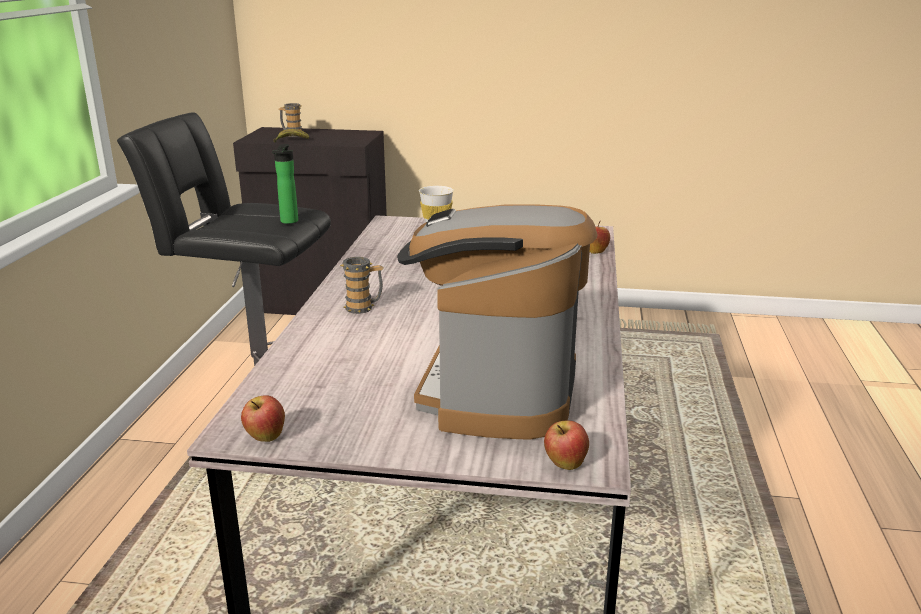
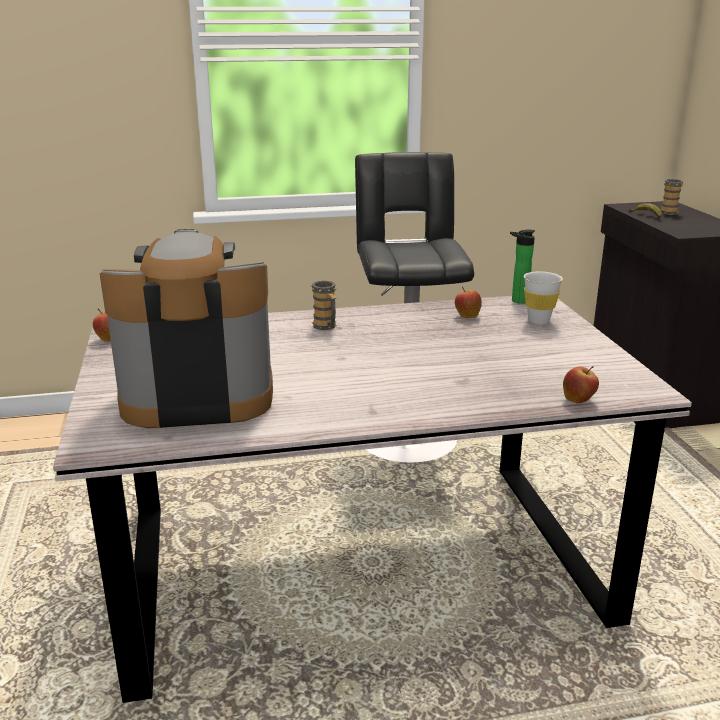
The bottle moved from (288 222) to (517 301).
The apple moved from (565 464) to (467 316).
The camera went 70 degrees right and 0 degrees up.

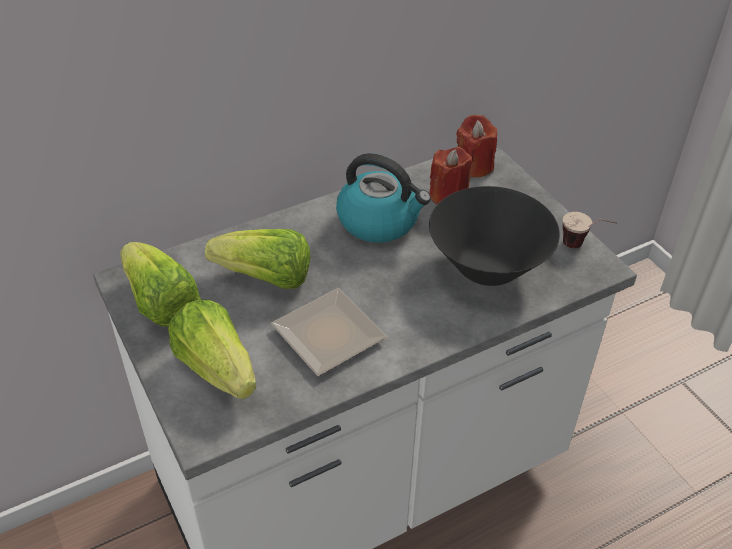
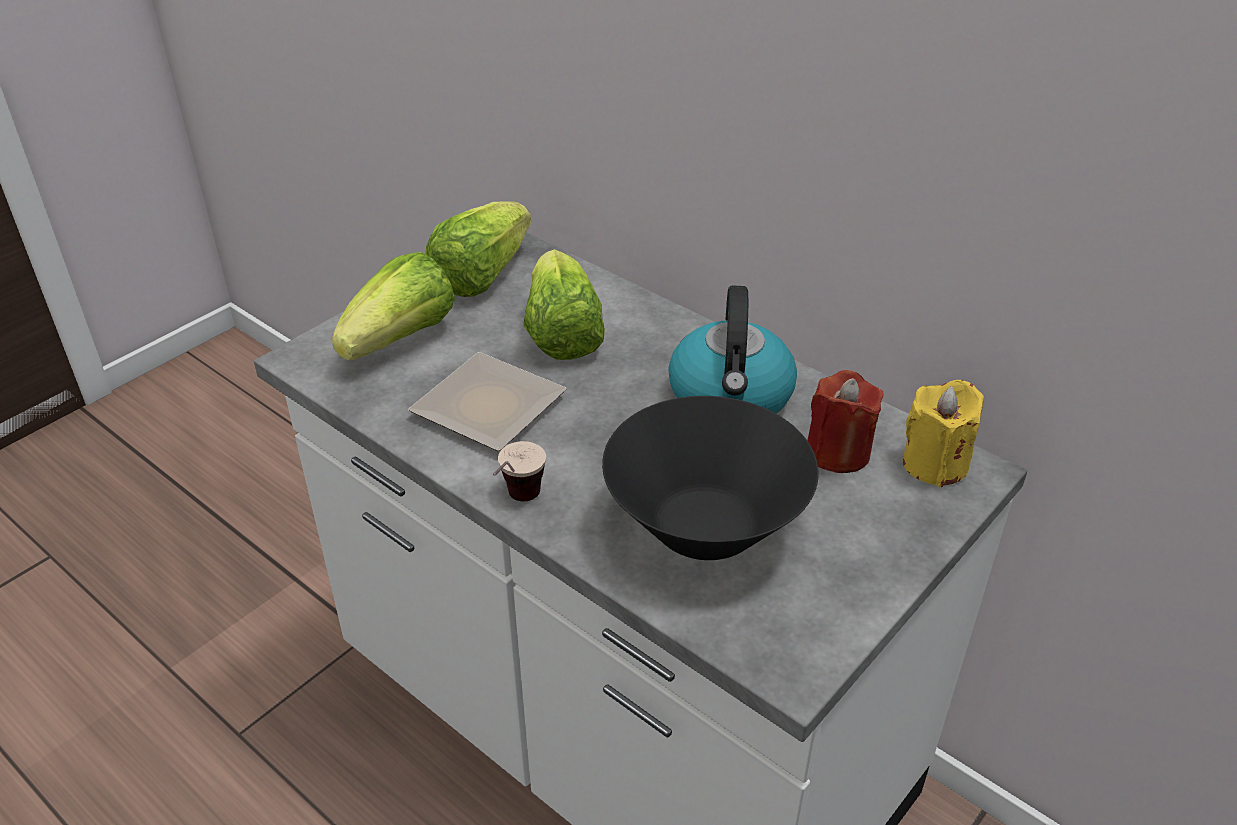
The cup moved from (582 247) to (517 504).
The red candle at (474 166) became the yellow candle at (935 464).
The camera went 70 degrees right and 5 degrees down.

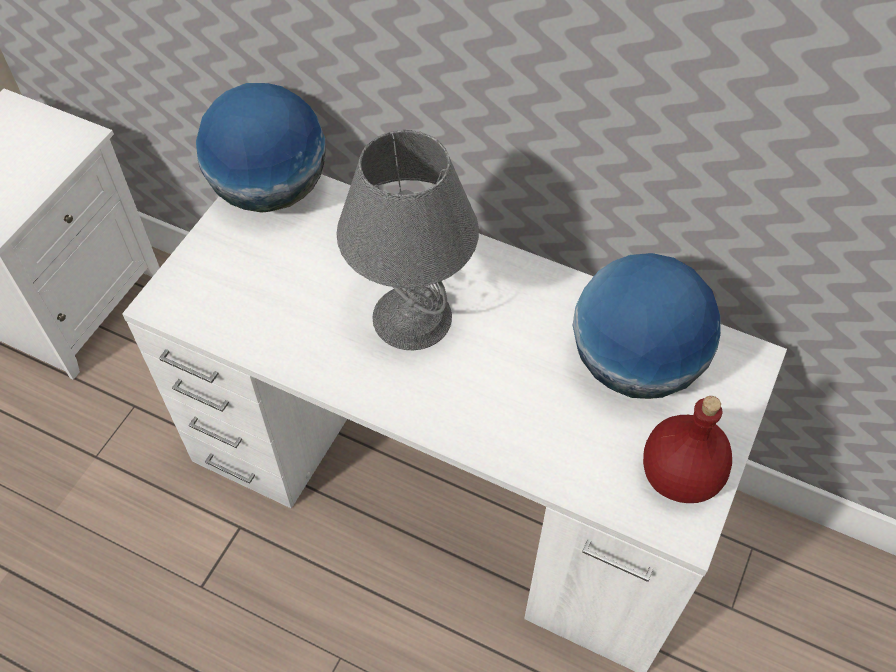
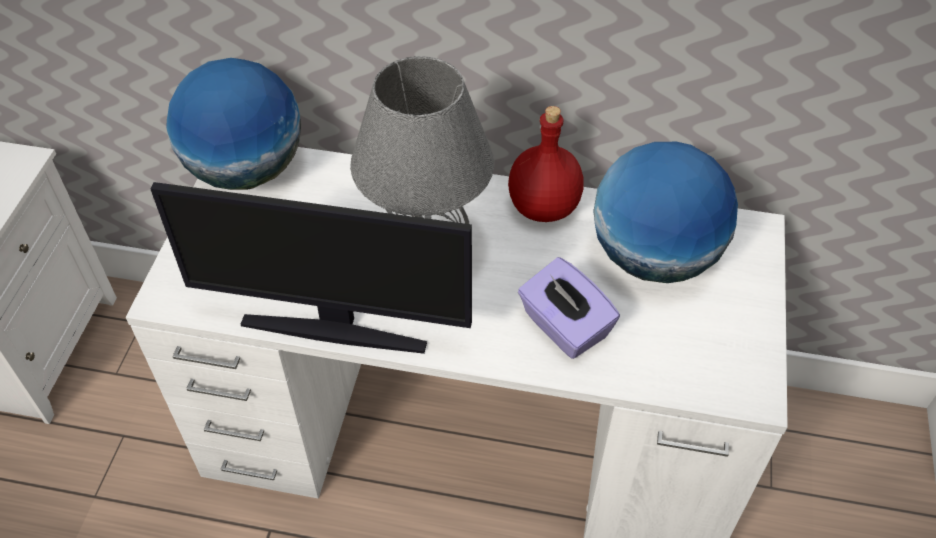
The monitor at (335 329) appeared.
The purple tissue box at (564 327) appeared.
The red bottle moved from (680 477) to (545 208).
The camera went 15 degrees left and 5 degrees down.

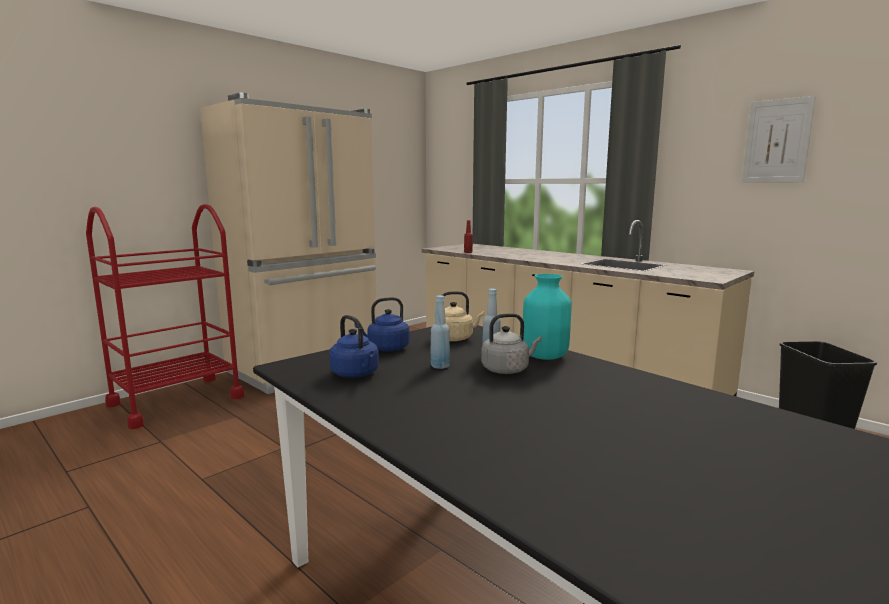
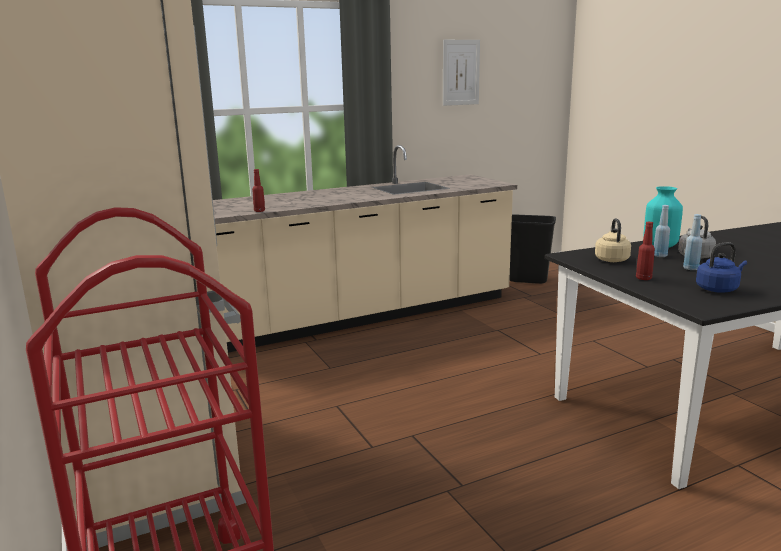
The blue kettle at (386 348) was replaced by the red bottle at (643 278).
The camera went 70 degrees left and 5 degrees up.

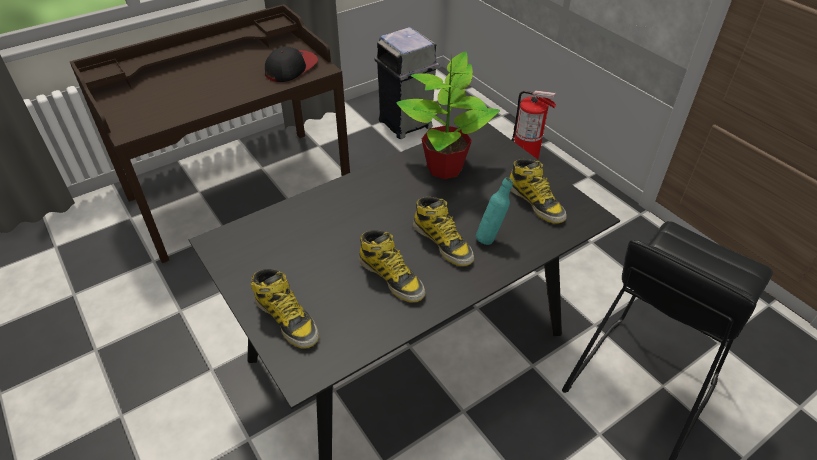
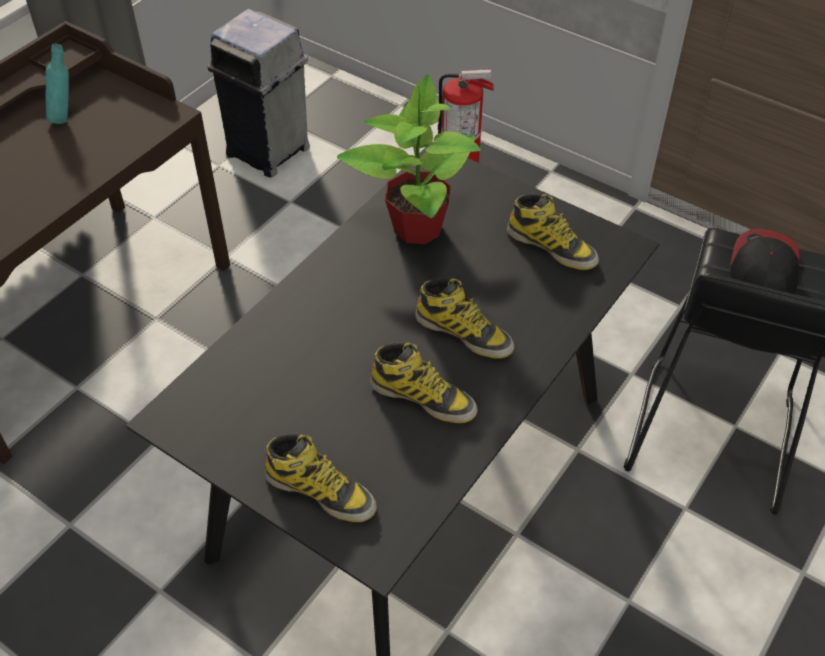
The cap moved from (291 68) to (762 270).
The turquoise bottle moved from (490 238) to (65 117).
The camera went 20 degrees left and 5 degrees up.

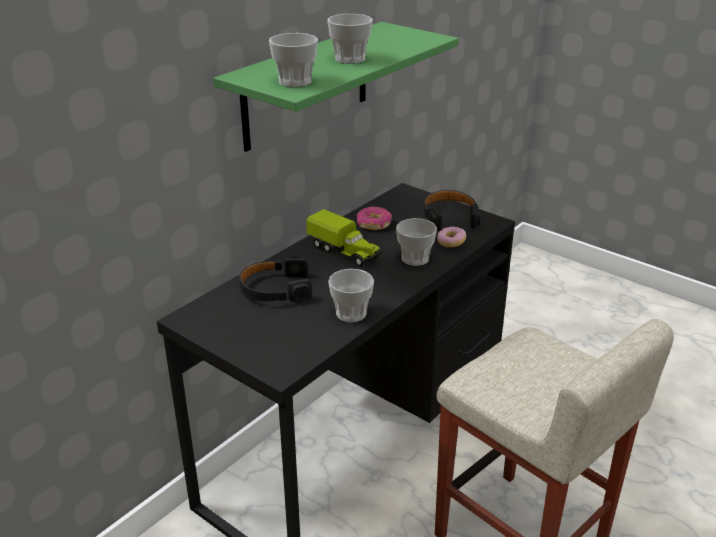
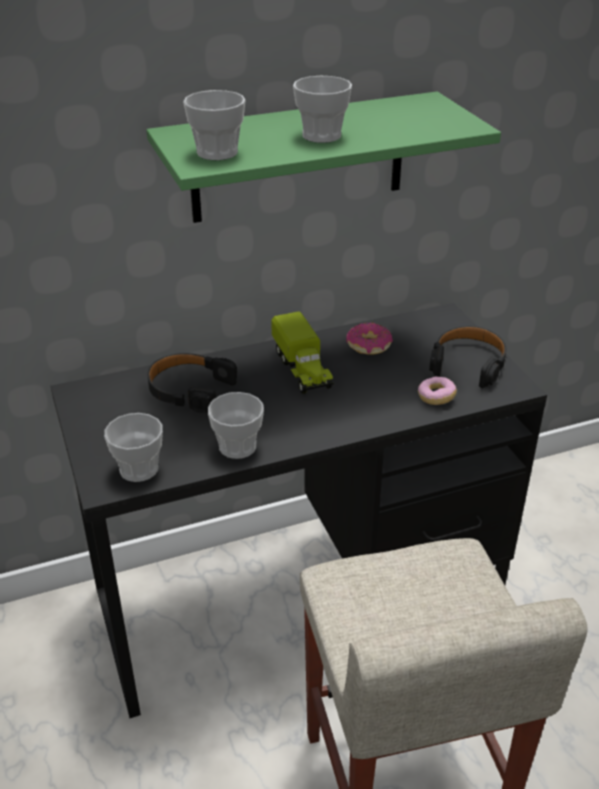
The cup moved from (415 259) to (139 469).
The camera went 30 degrees right and 5 degrees up.

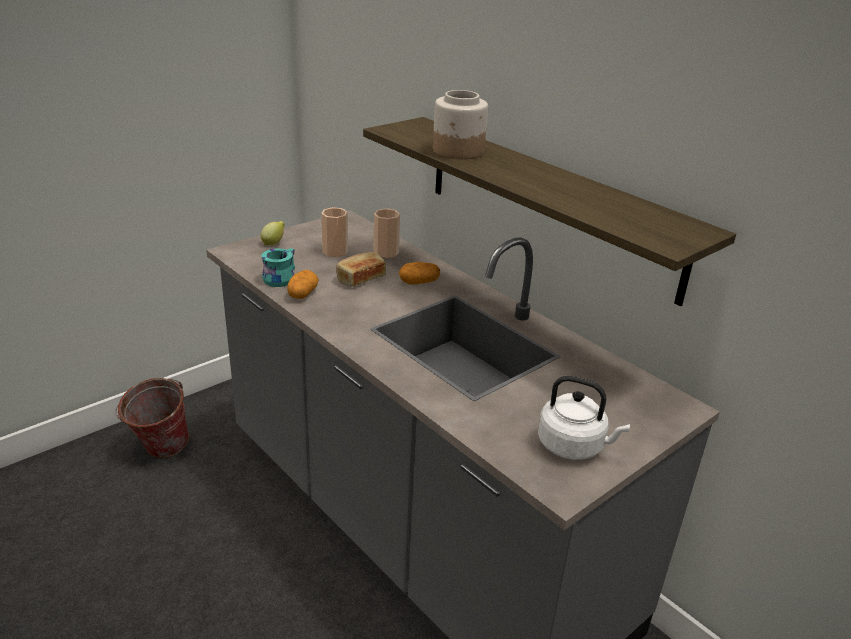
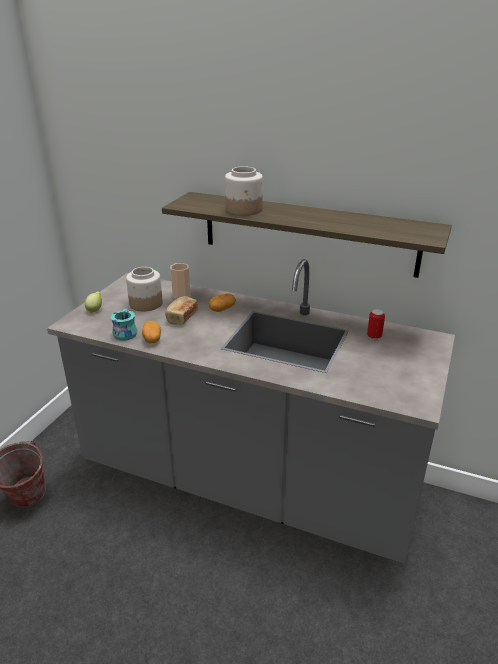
The white kettle at (574 446) disappeared.
The can at (374 336) appeared.
The cup at (335 251) was replaced by the jar at (145 304).
The camera went 25 degrees left and 0 degrees up.

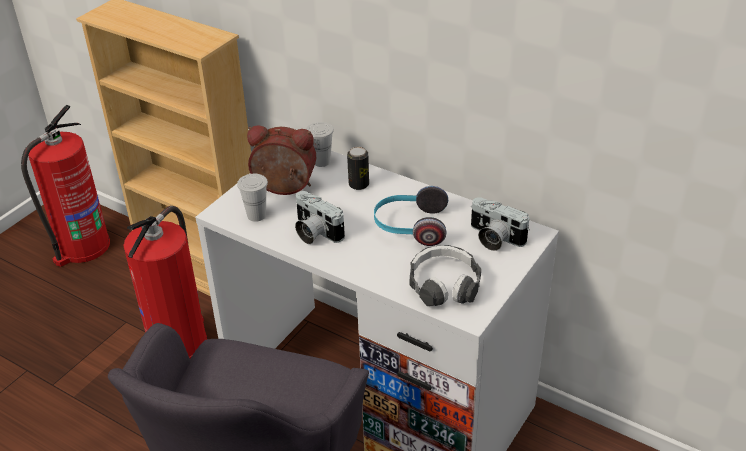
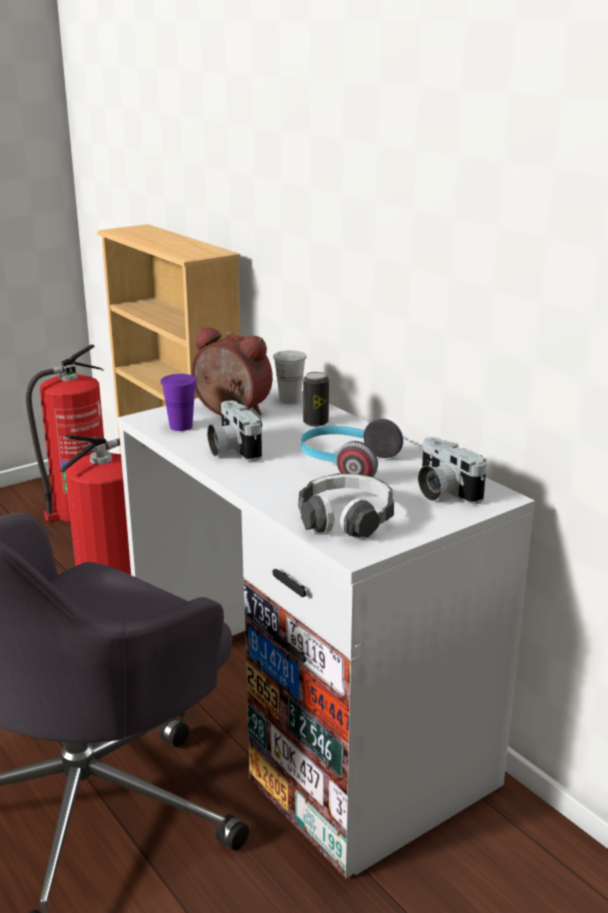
The white cup at (256 215) became the purple cup at (181 426).
The camera went 20 degrees right and 15 degrees down.

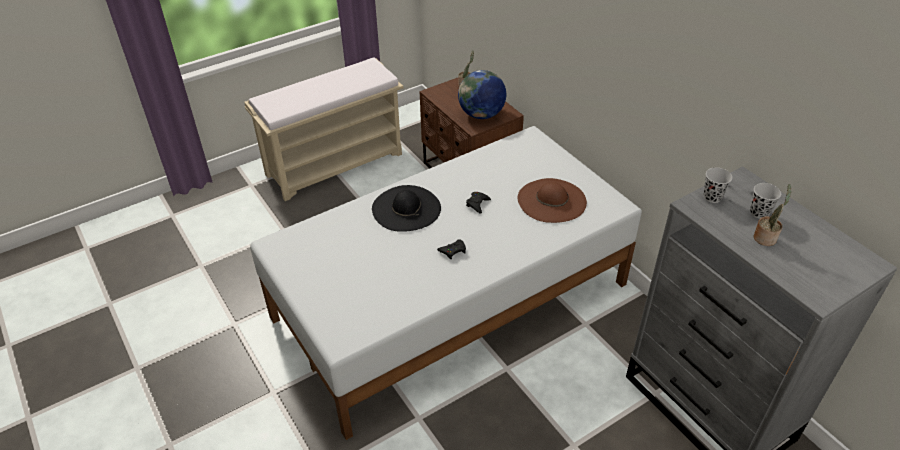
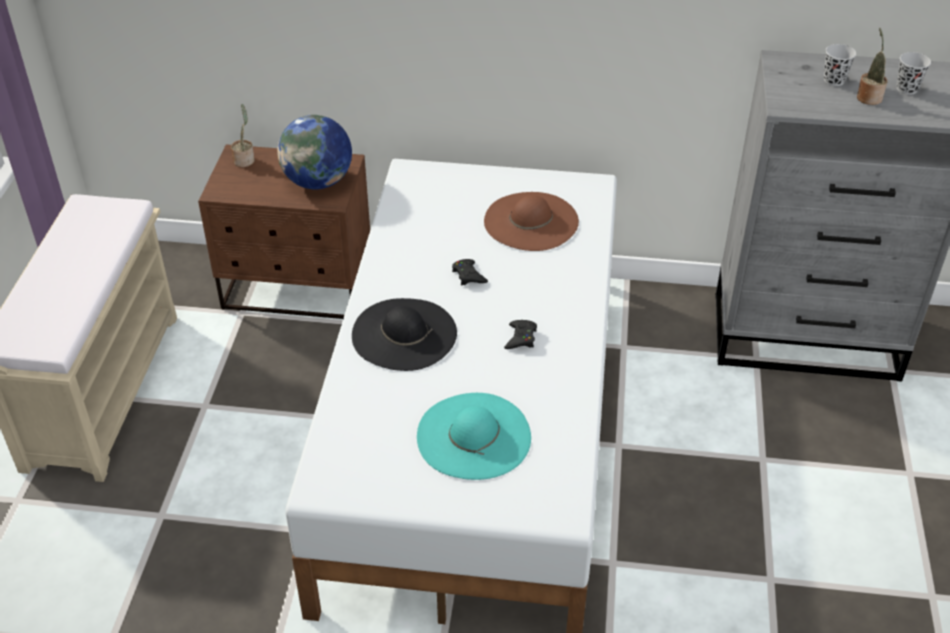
The turquoise hat at (473 436) appeared.
The black cup moved from (712 197) to (907 89).
The camera went 50 degrees left and 0 degrees up.

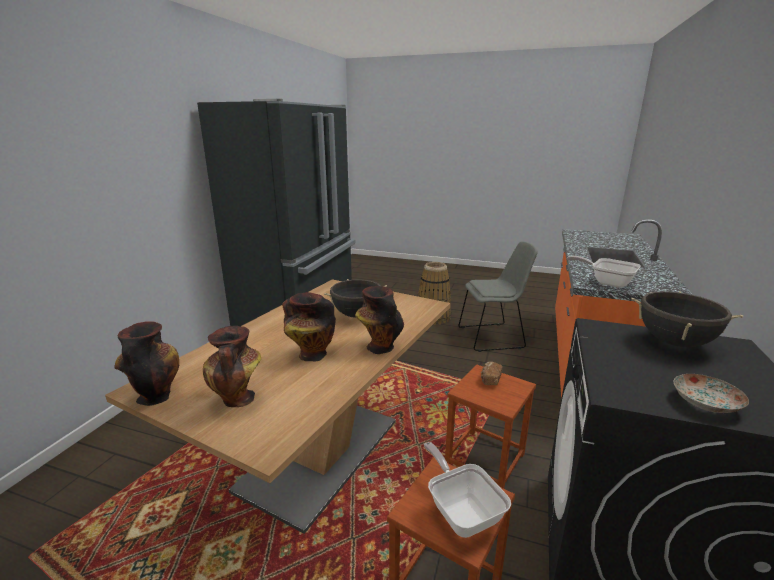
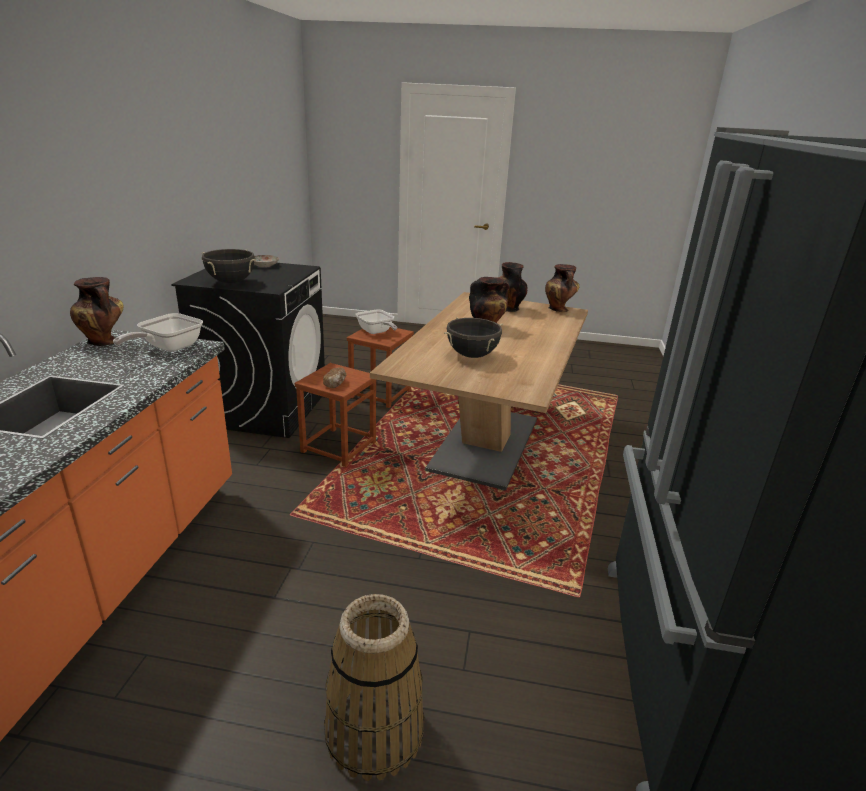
The grey chair at (493 337) disappeared.
The vase moved from (379 346) to (104 342).
The frying pan at (607 282) turned 90 degrees clockwise.
The camera went 170 degrees right and 5 degrees up.

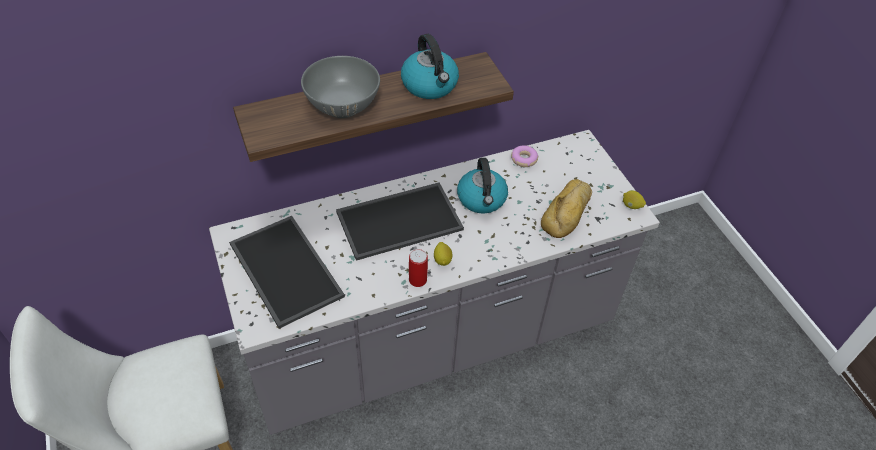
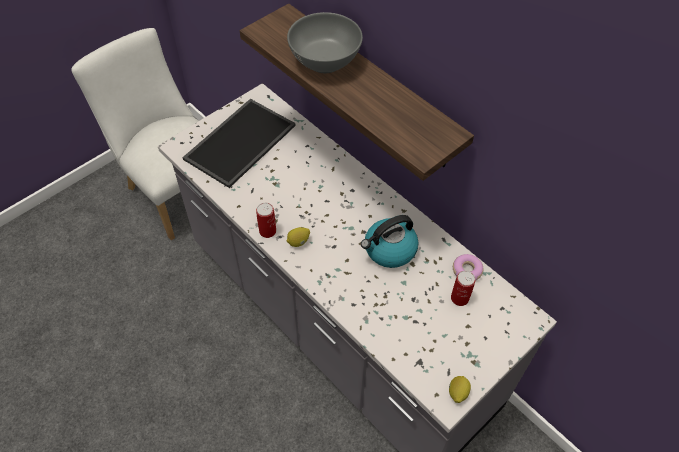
The tray at (400 219) disappeared.
The kettle at (430 85) disappeared.
The bread at (568 213) disappeared.
The can at (459 298) appeared.
The camera went 70 degrees right and 5 degrees up.

